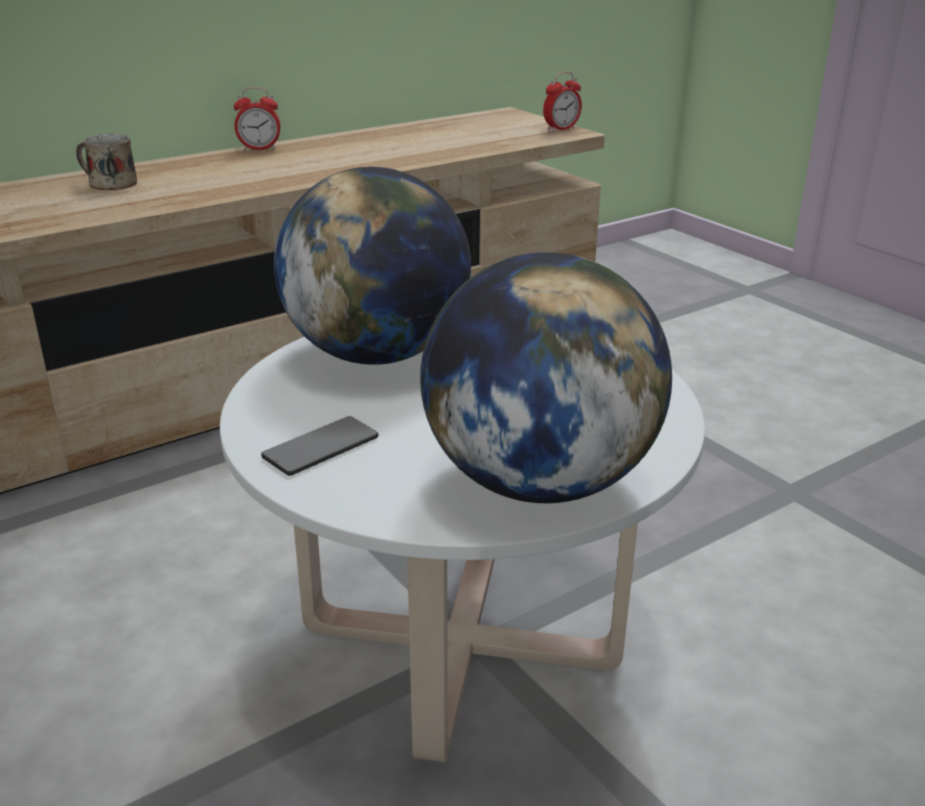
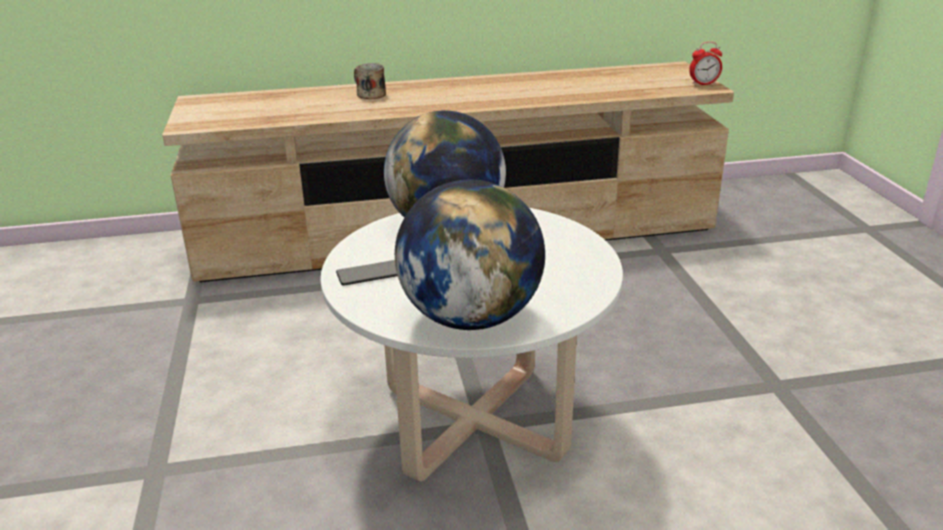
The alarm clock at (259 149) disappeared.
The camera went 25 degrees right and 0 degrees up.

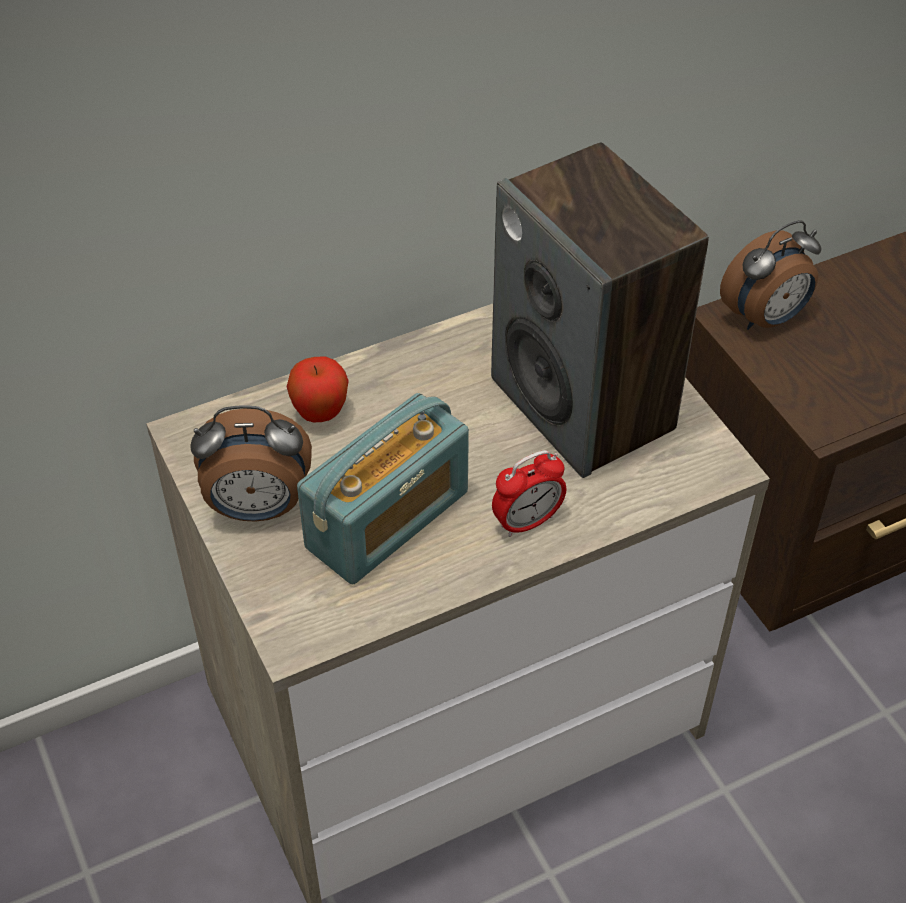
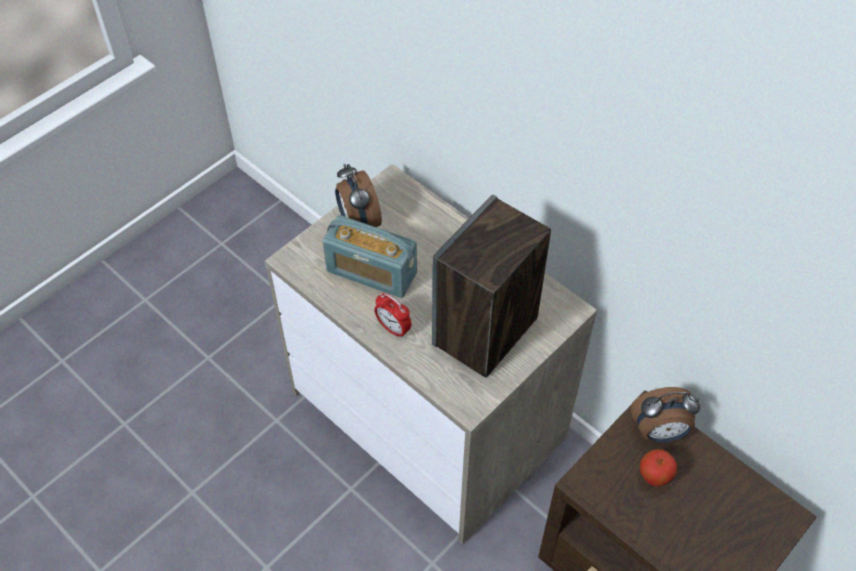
The apple moved from (320 414) to (654 477).
The alarm clock at (765 318) turned 45 degrees counterclockwise.
The camera went 70 degrees right and 5 degrees up.

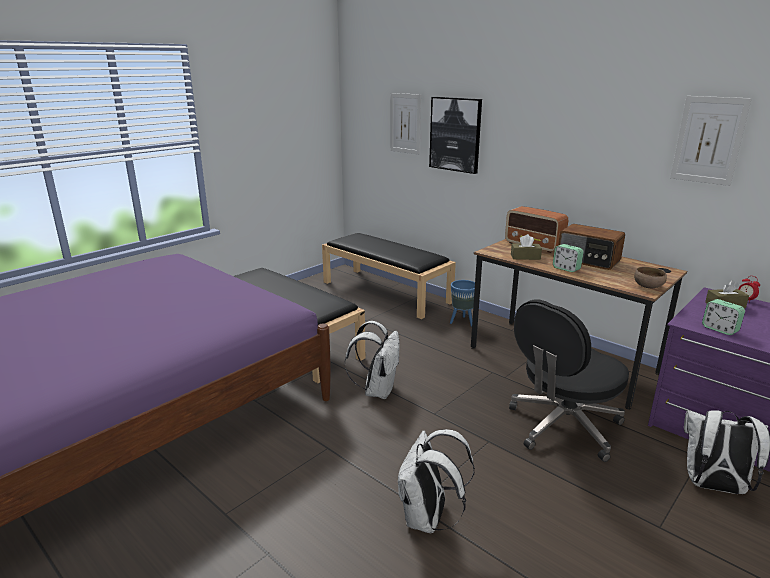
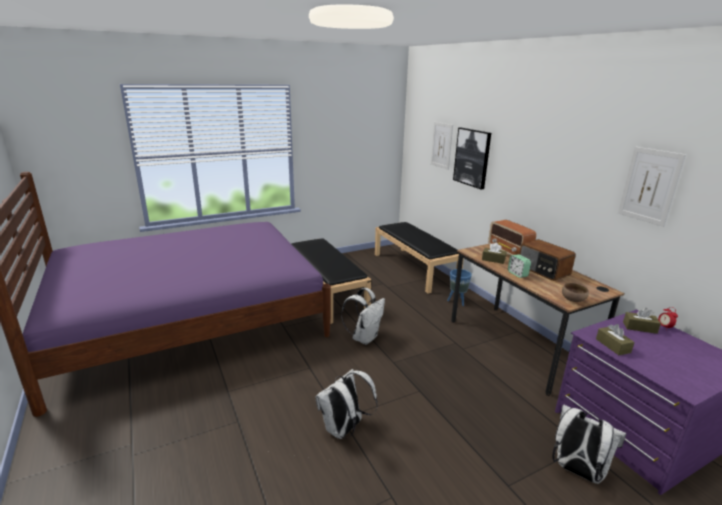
The black office chair at (563 426) disappeared.
The alarm clock at (719 329) was replaced by the brown tissue box at (613 346).
The camera went 20 degrees right and 0 degrees up.

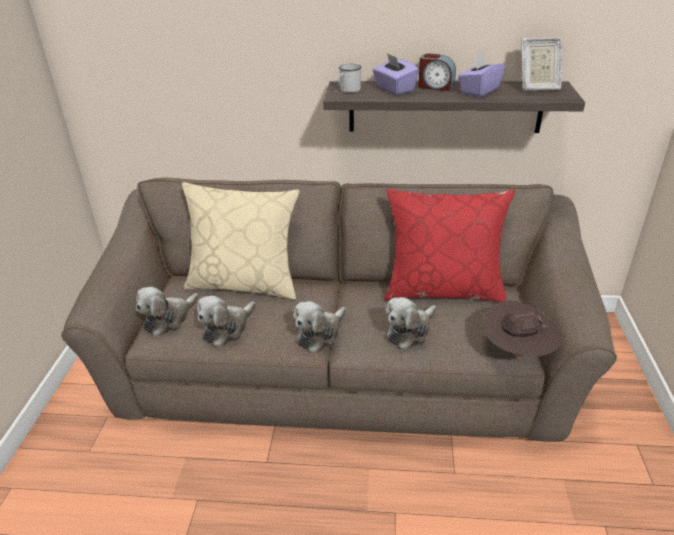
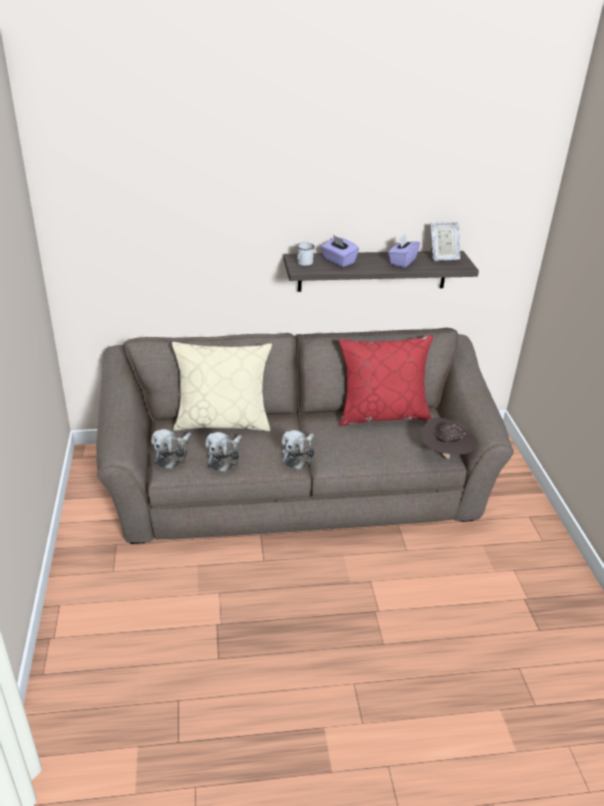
The plush toy at (410 331) disappeared.
The alarm clock at (435 87) disappeared.
The camera went 15 degrees left and 0 degrees up.

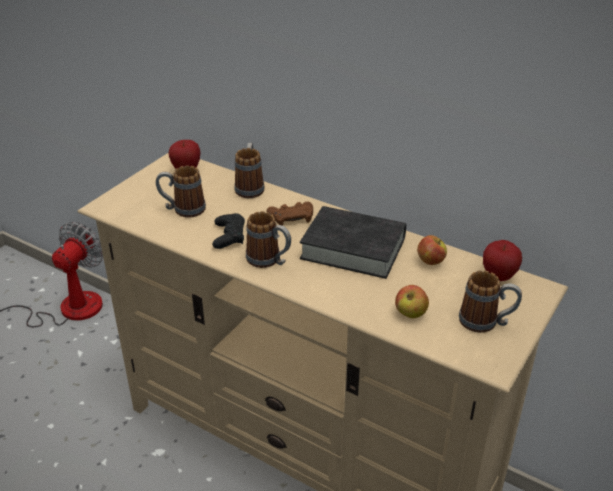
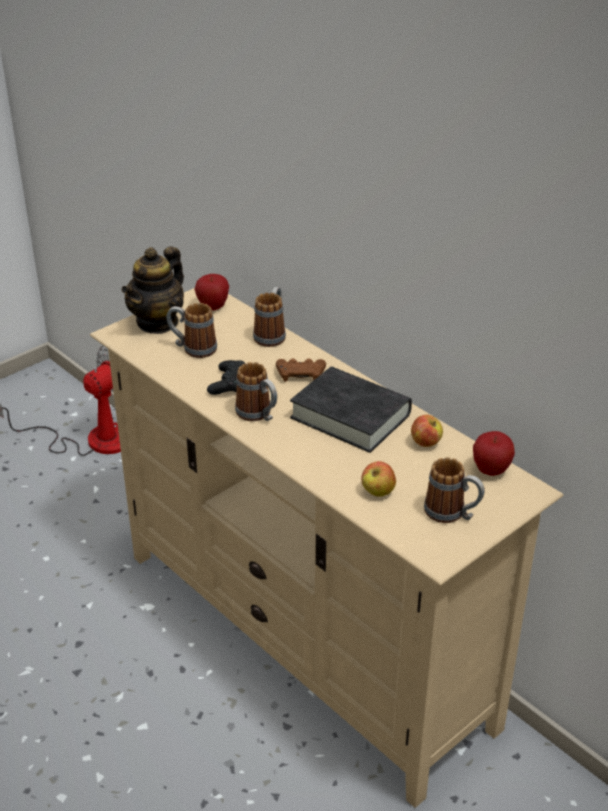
The teapot at (158 322) appeared.
The camera went 15 degrees right and 0 degrees up.

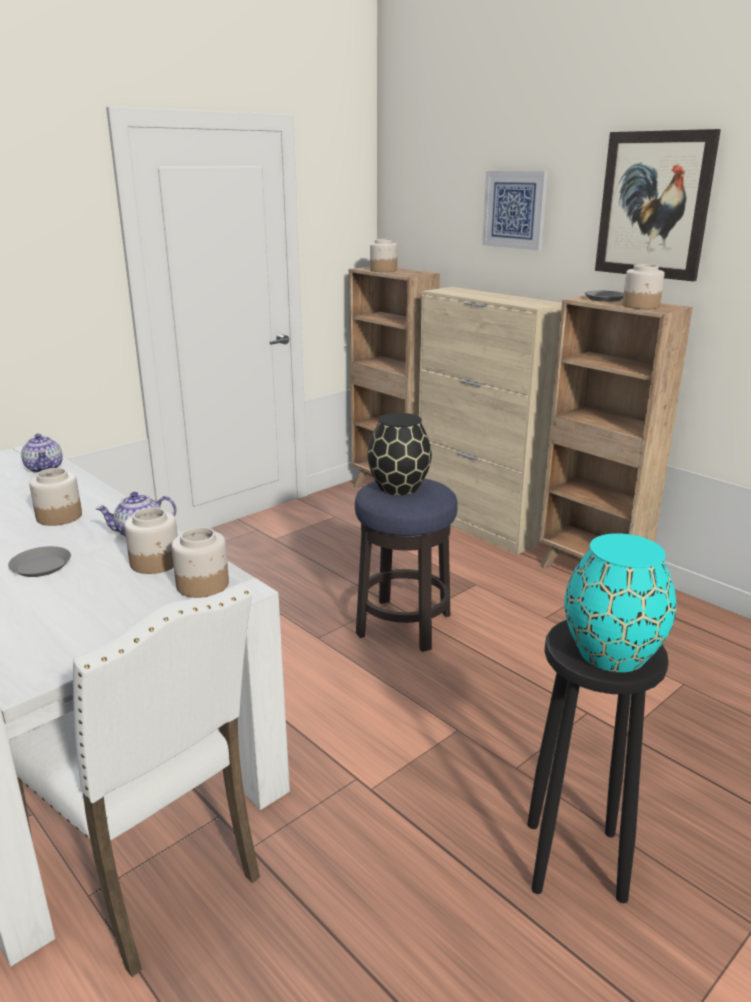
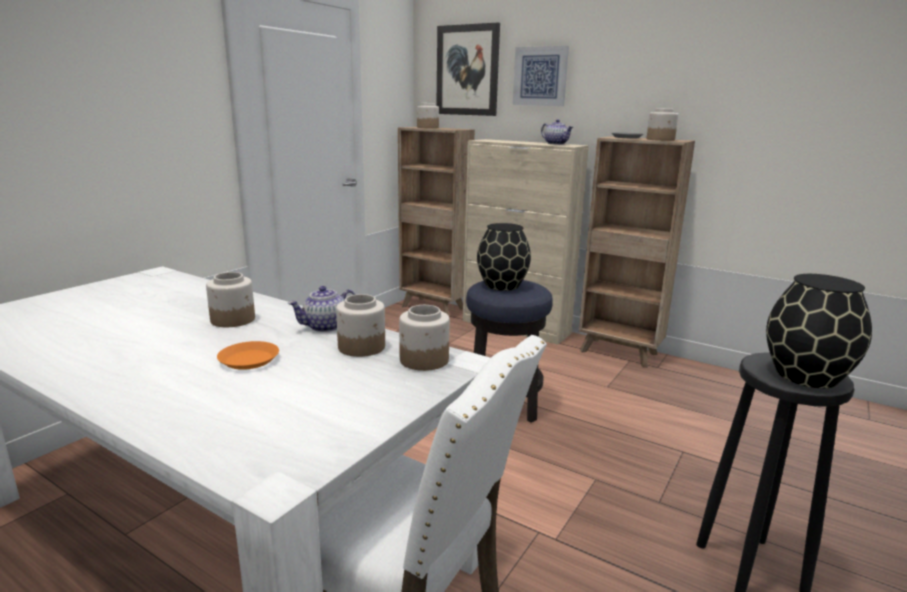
The teapot moved from (45 468) to (556 144).
The picture moved from (654 205) to (467 70).
The grey plate at (41 566) became the orange plate at (249 359).
The turquoise vase at (612 652) became the black vase at (805 375).
The camera went 15 degrees left and 5 degrees down.

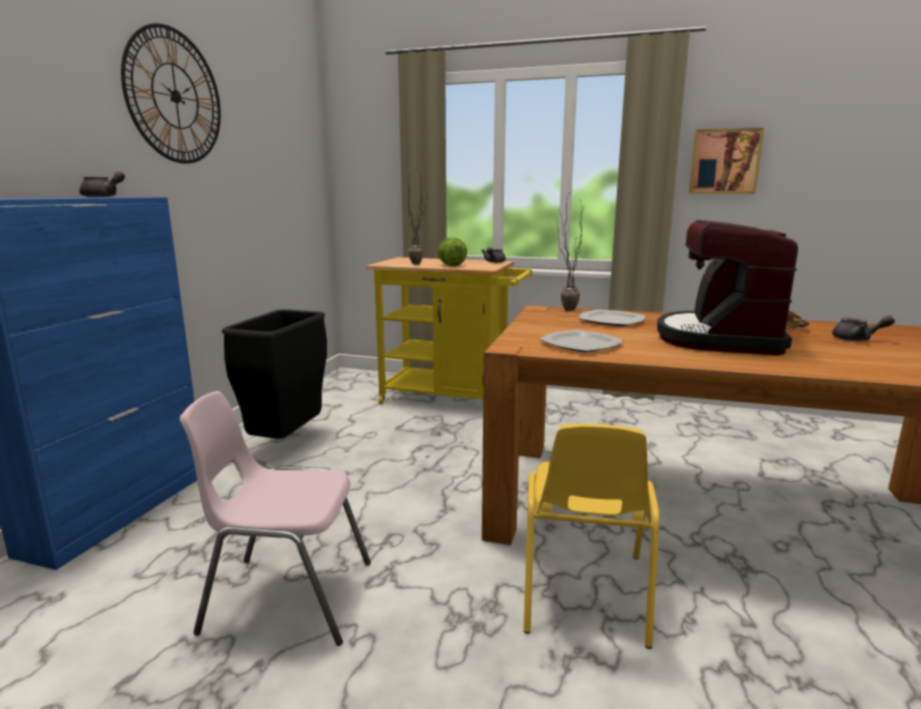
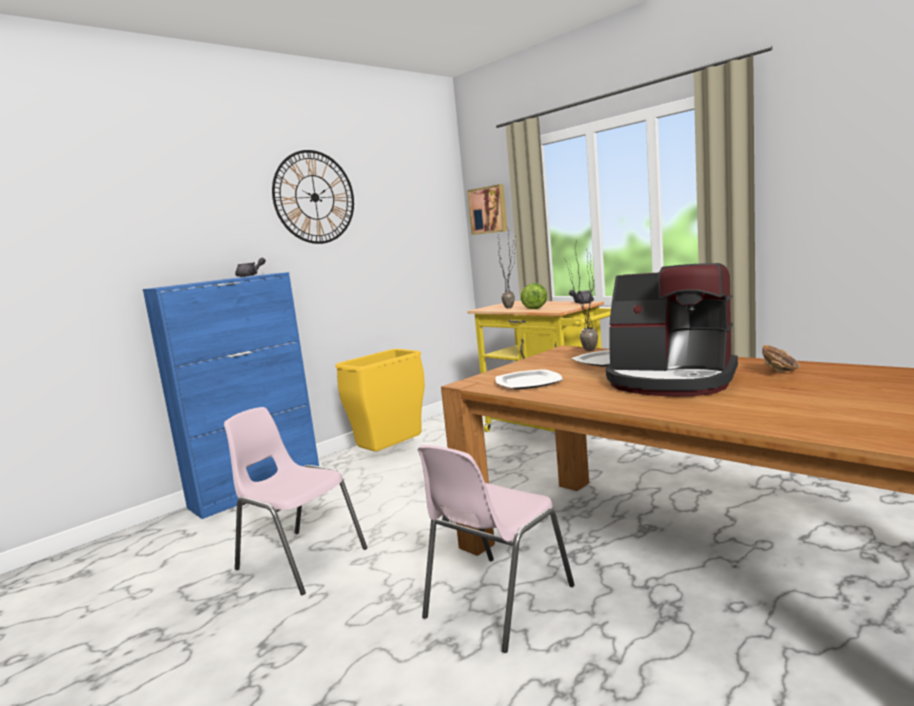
The grey teapot at (857 339) disappeared.
The picture moved from (724 162) to (488 210).
The black trash can at (286 441) became the yellow trash can at (390 455).
The yellow chair at (583 593) became the pink chair at (496 602).
The coffee machine at (719 338) turned 105 degrees counterclockwise.
The camera went 30 degrees right and 5 degrees down.

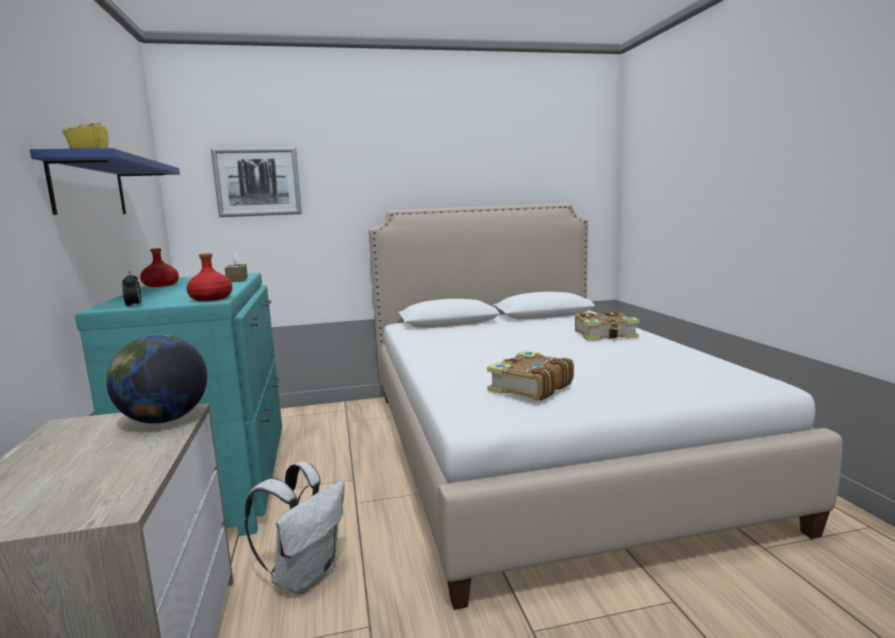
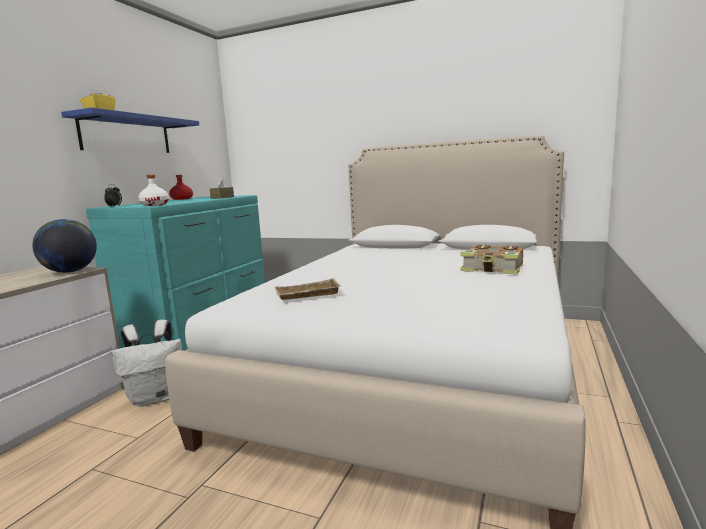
The picture at (257 182) disappeared.
The book at (529 387) was replaced by the beige tray at (307 295).
The red bottle at (210 298) became the white bottle at (155 205).
The camera went 35 degrees right and 0 degrees up.

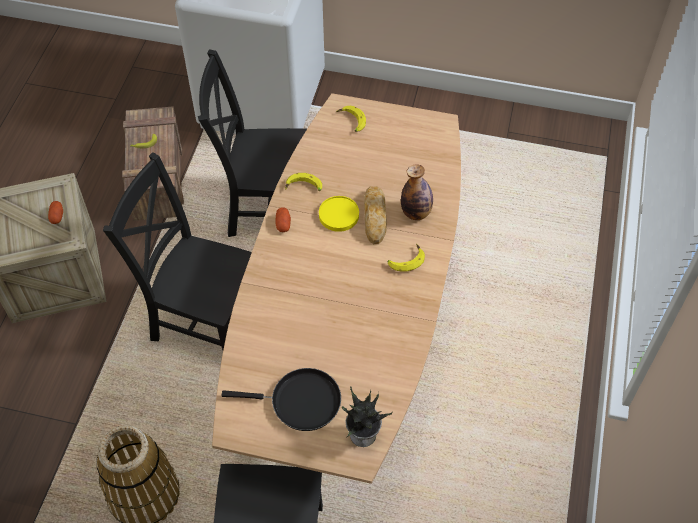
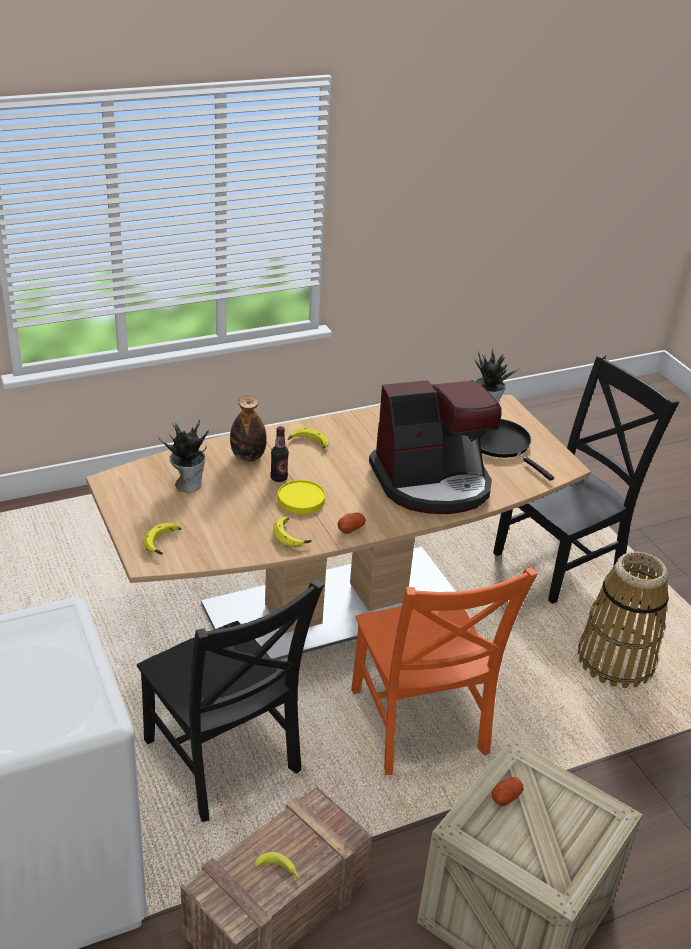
The potted plant at (188 484) appeared.
The coffee machine at (432 483) appeared.
The bread at (375 216) was replaced by the bottle at (279 478).
The black chair at (204 318) became the orange chair at (419 726).
The camera went 130 degrees left and 20 degrees down.

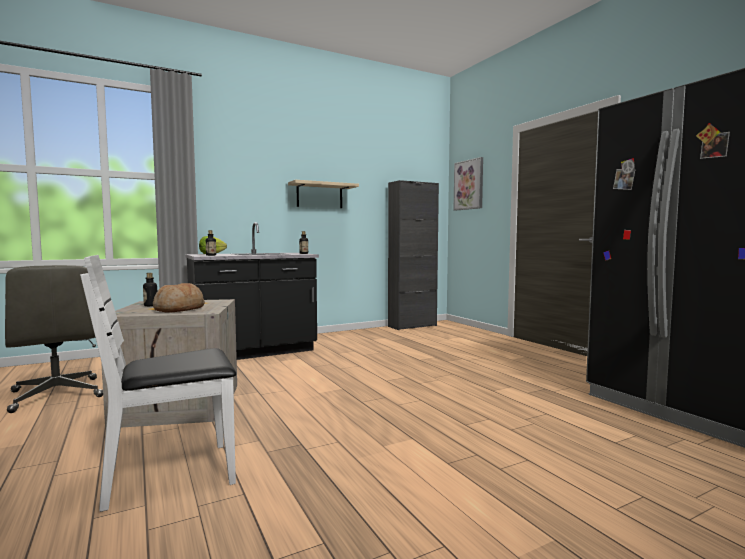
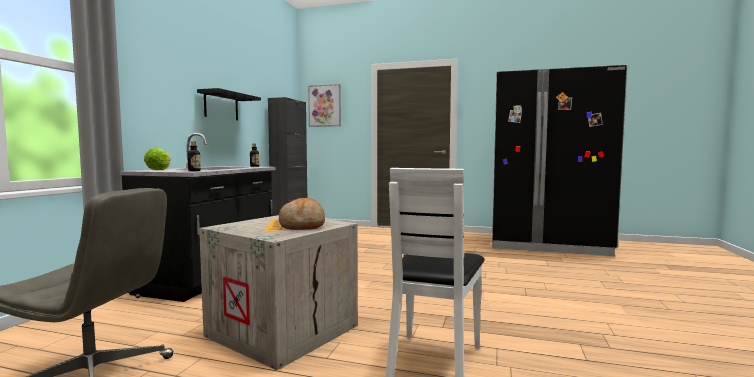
The bottle at (150 305) disappeared.
The beige shelf at (319 195) became the black shelf at (221 106).
The camera went 45 degrees left and 0 degrees up.

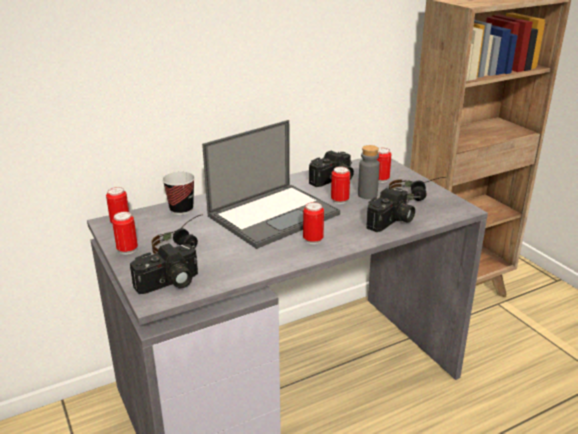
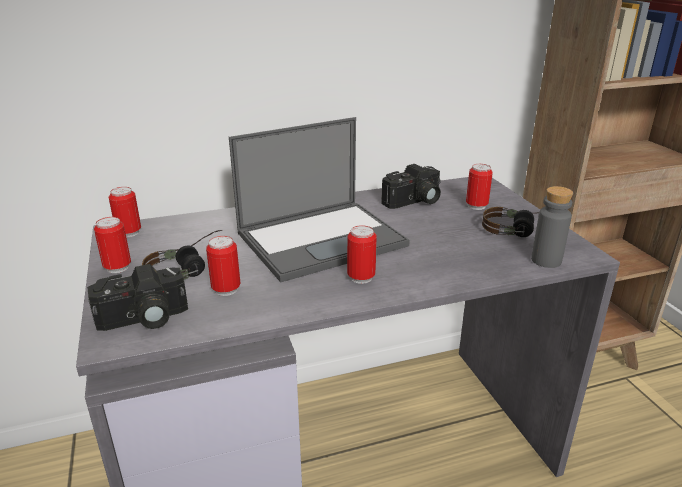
The cup at (181 210) disappeared.
The photo camera at (391 222) disappeared.
The can moved from (339 200) to (226 289).
The grey bottle moved from (367 195) to (546 260).
The camera went 10 degrees right and 0 degrees up.

